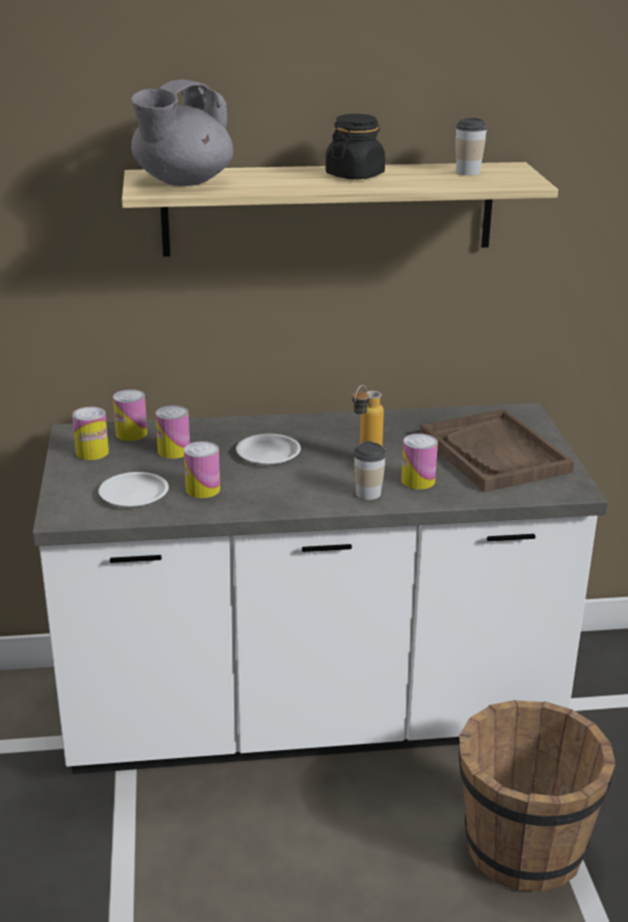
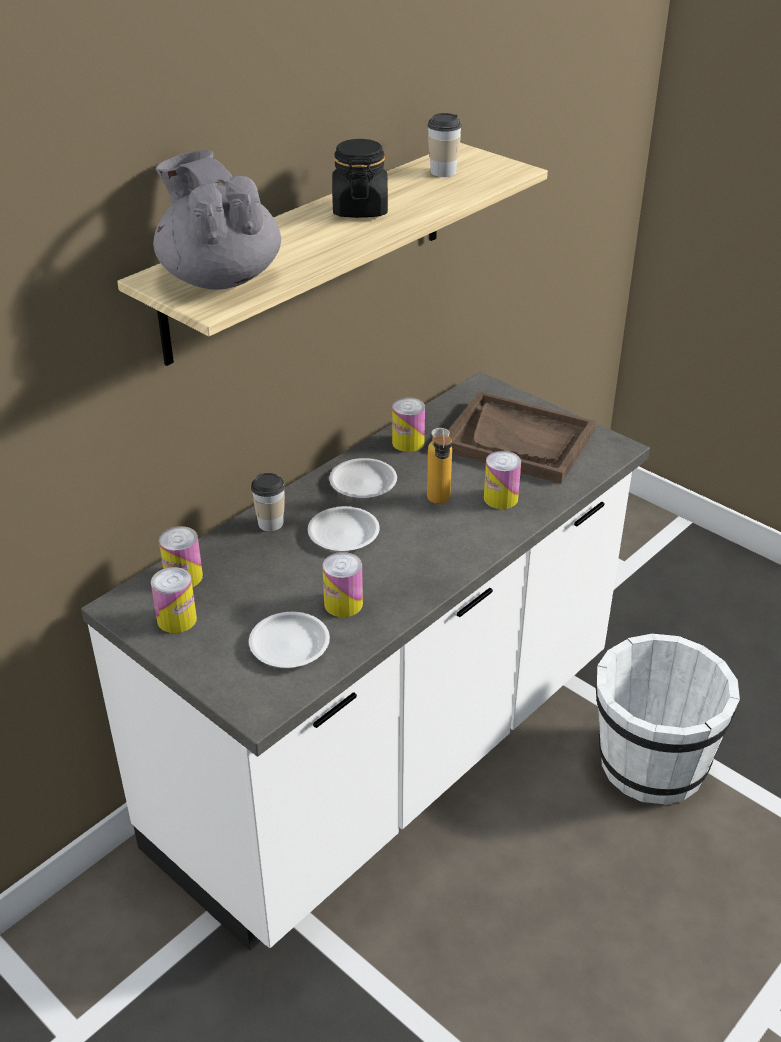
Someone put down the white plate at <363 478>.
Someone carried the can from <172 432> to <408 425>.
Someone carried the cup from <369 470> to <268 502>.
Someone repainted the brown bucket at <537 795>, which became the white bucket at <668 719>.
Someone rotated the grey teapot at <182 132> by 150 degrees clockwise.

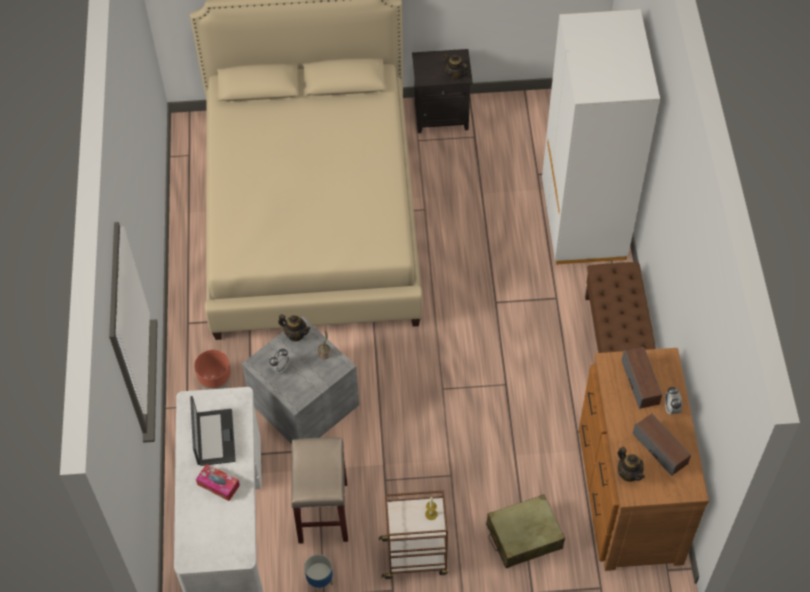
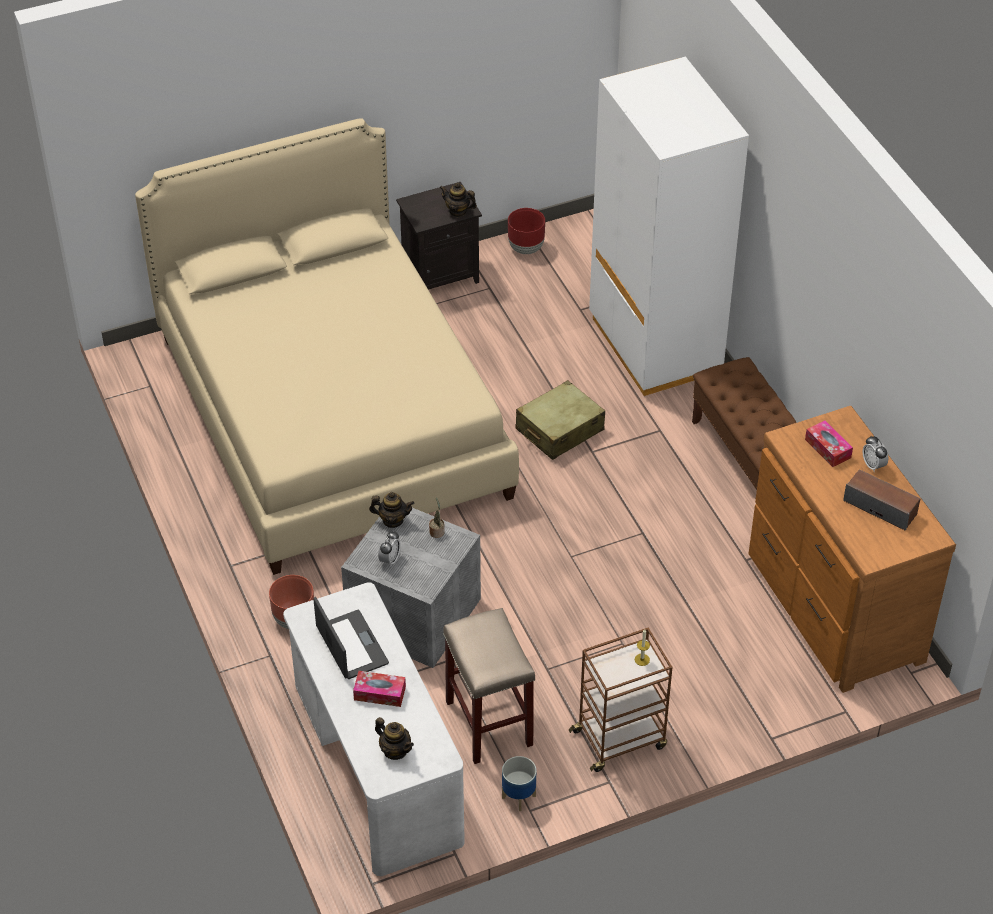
Someone put down the red planter at <526 231>.
Someone carried the beige suitcase from <525 531> to <560 420>.
Someone carried the teapot from <631 464> to <394 738>.
Someone swapped the speaker at <641 378> for the tissue box at <829 443>.

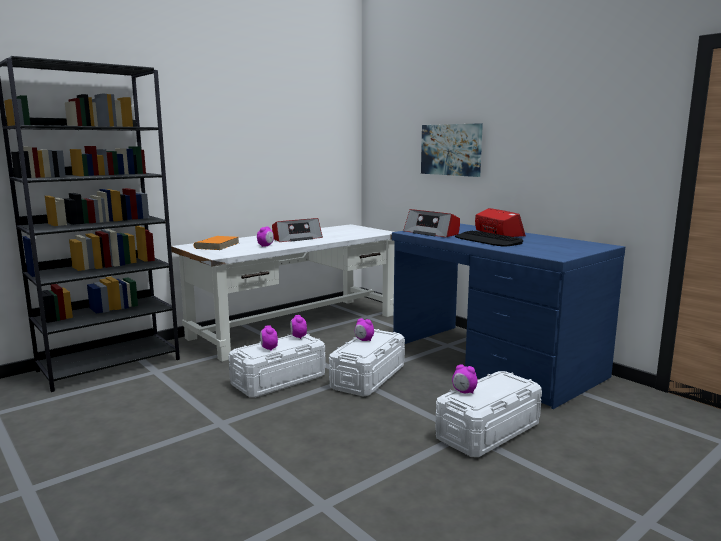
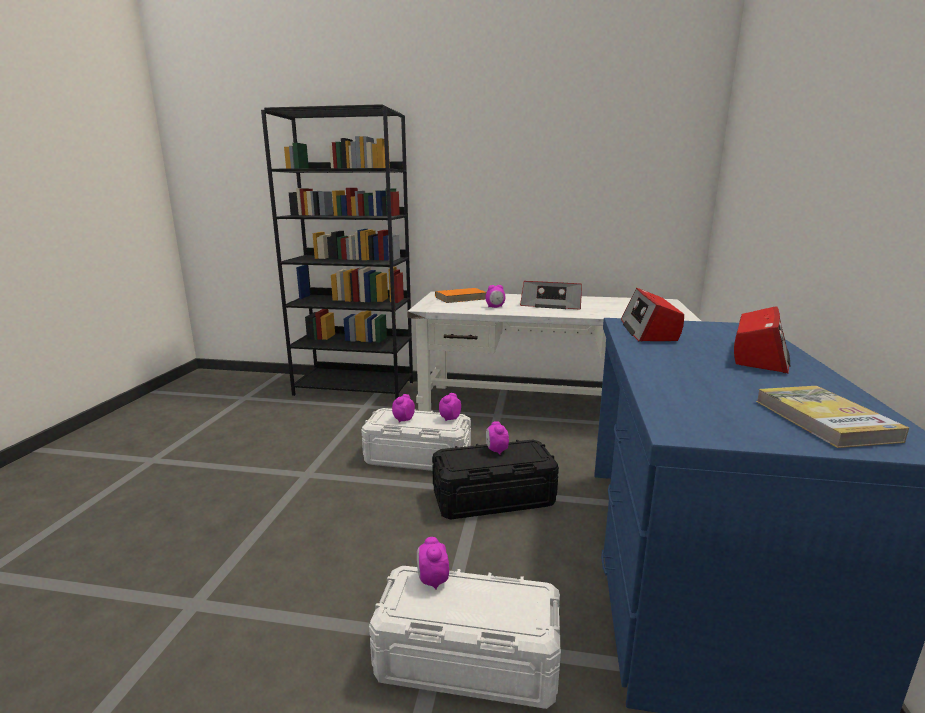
Someone took away the picture at <452 150>.
Someone took away the keyboard at <489 239>.
Someone put down the book at <832 417>.
Someone repainted the white storage box at <367 362>, which became the black storage box at <495 479>.

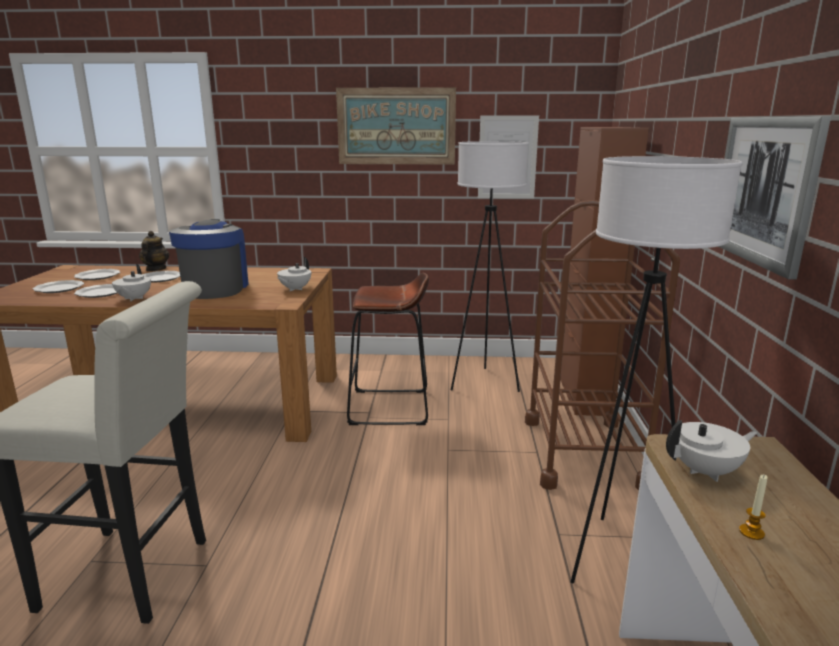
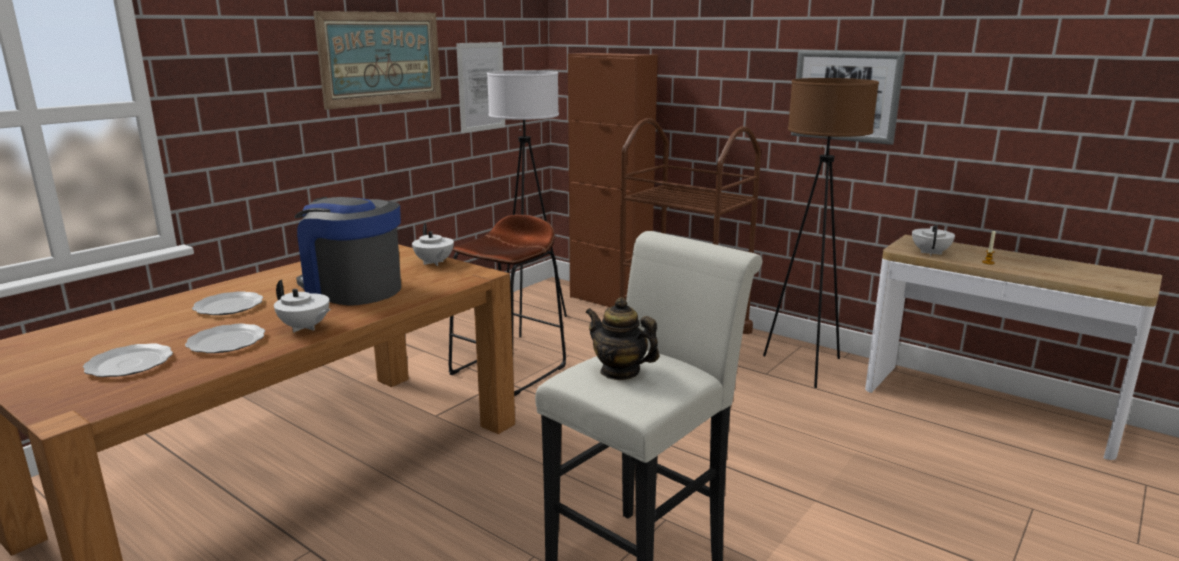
Someone took away the plate at <97 274>.
Someone carried the teapot from <154 251> to <622 338>.
Someone repainted the white floor lamp at <656 370>, which became the brown floor lamp at <821 233>.

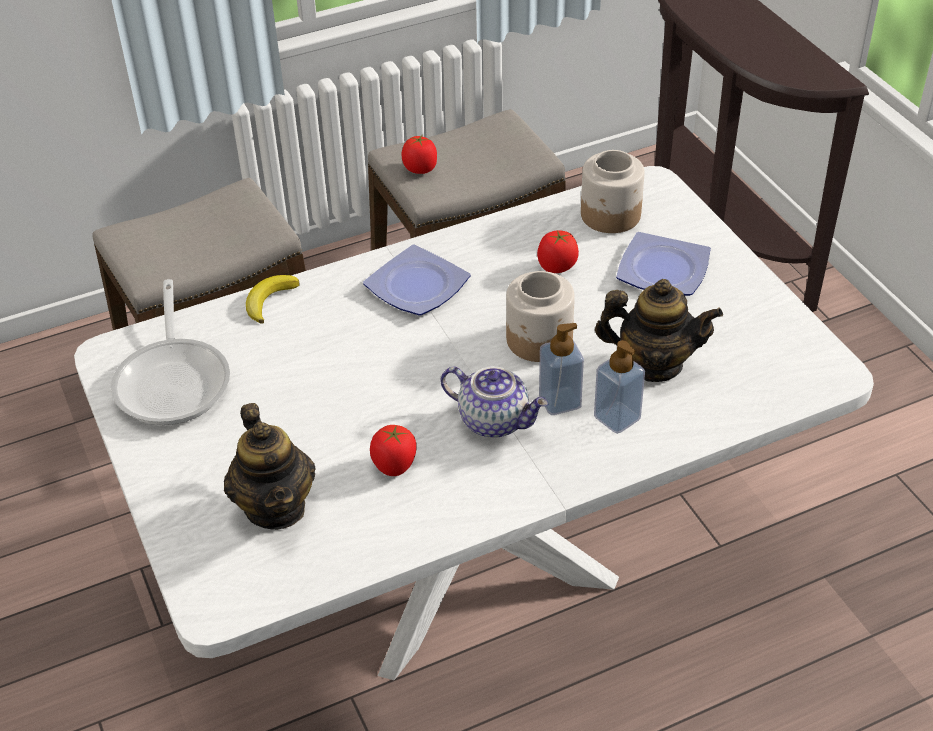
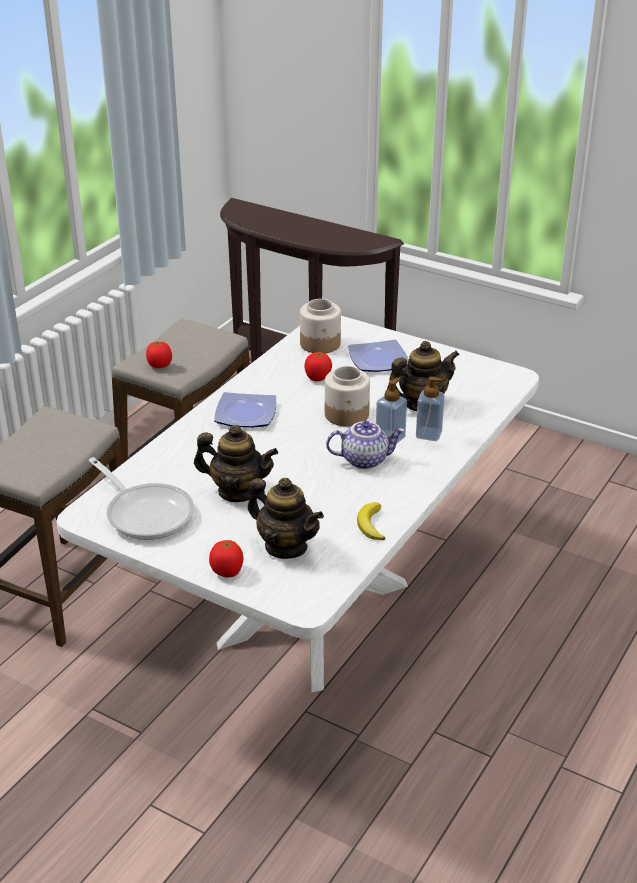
Someone put down the teapot at <236 463>.
Someone carried the banana from <272 299> to <371 521>.
Someone carried the tomato from <393 450> to <226 559>.

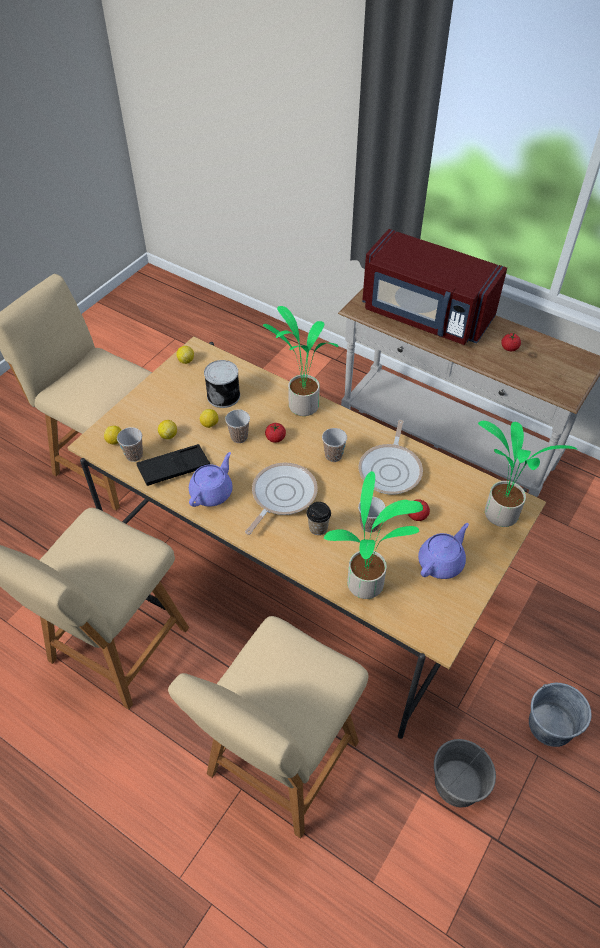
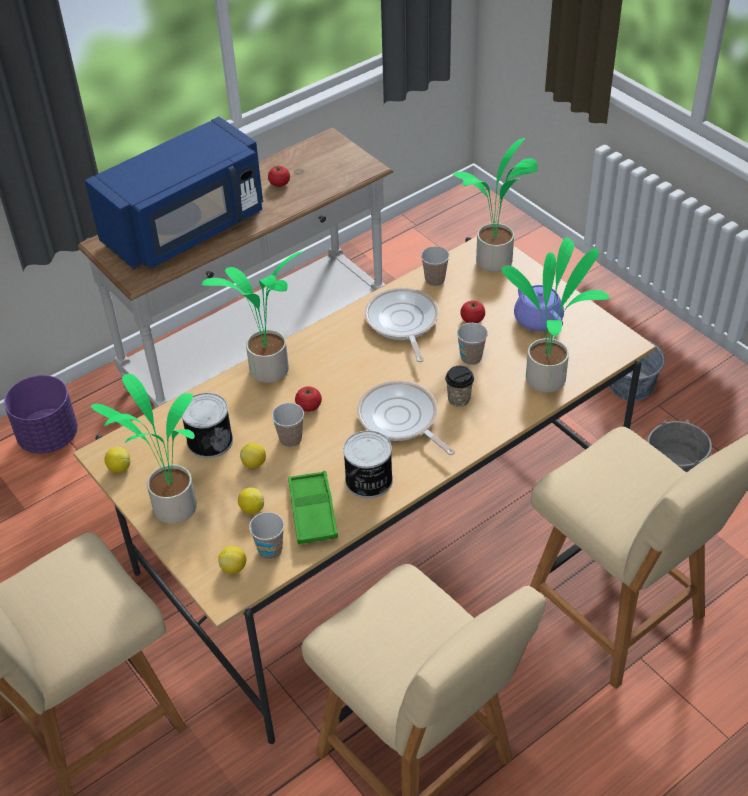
Someone put down the purple planter at <41 414>.
Someone put down the potted plant at <143 449>.
Someone carried the cup from <334 445> to <435 266>.
Someone swapped the purple teapot at <211 479> for the can at <368 464>.
Someone repainted the black tray at <173 465>, which became the green tray at <313 507>.
Someone repainted the red microwave at <434 287>, which became the blue microwave at <174 193>.
Someone rotated the frying pan at <390 457> by 135 degrees counterclockwise.

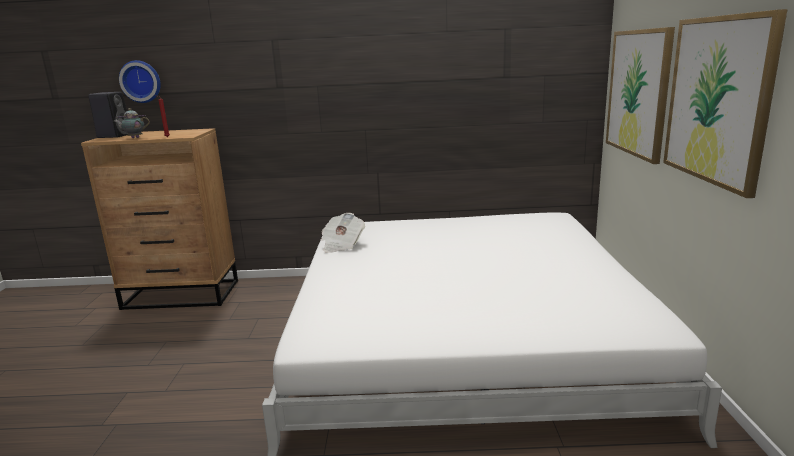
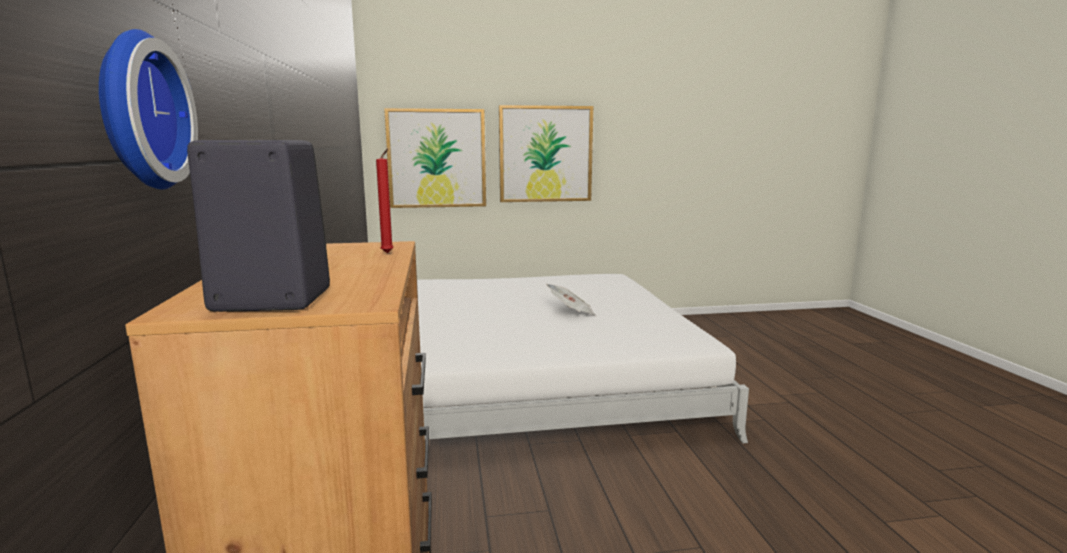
Someone took away the teapot at <131 123>.
Someone carried the newspaper from <343 233> to <571 300>.

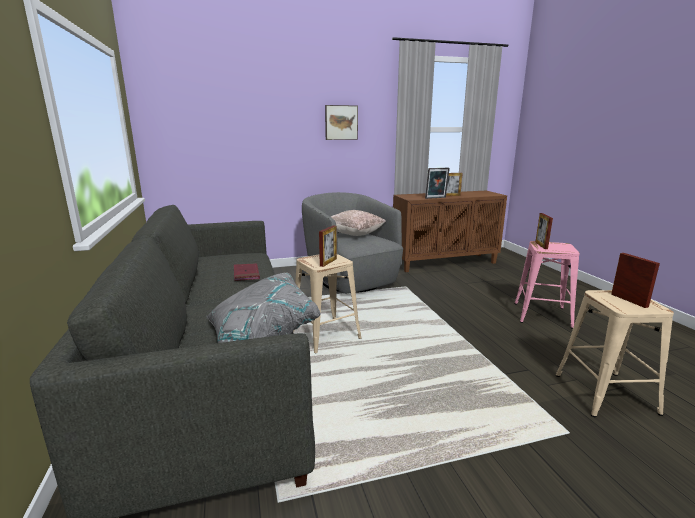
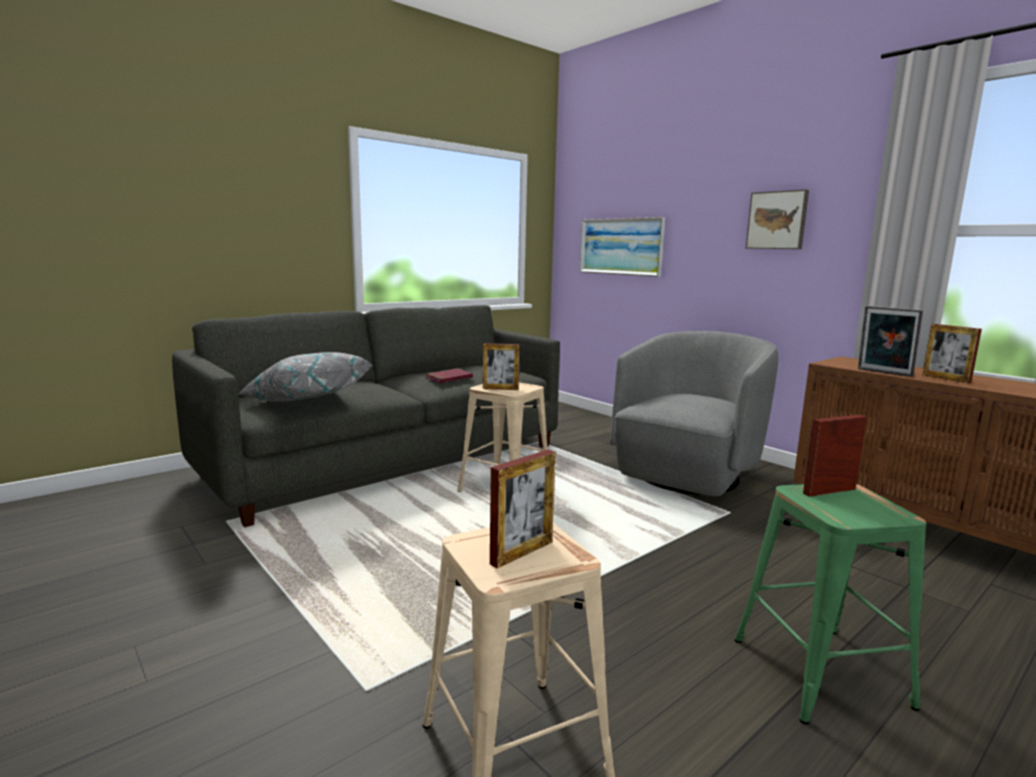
Someone took away the beige pillow at <358 223>.
Someone put up the picture at <622 247>.
Someone repainted the pink stool at <547 285>, which became the green stool at <830 604>.

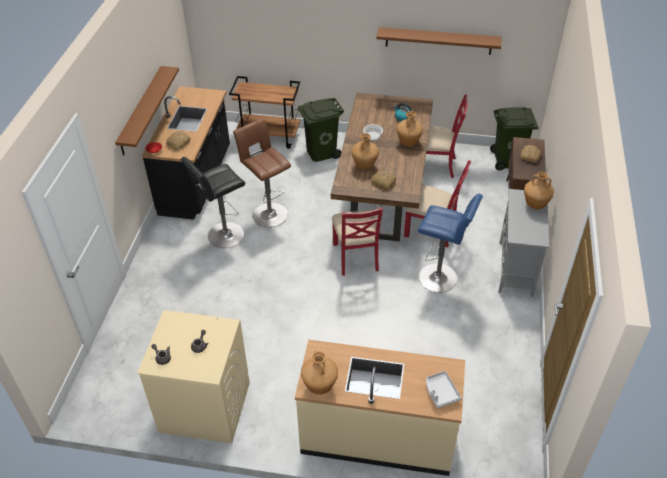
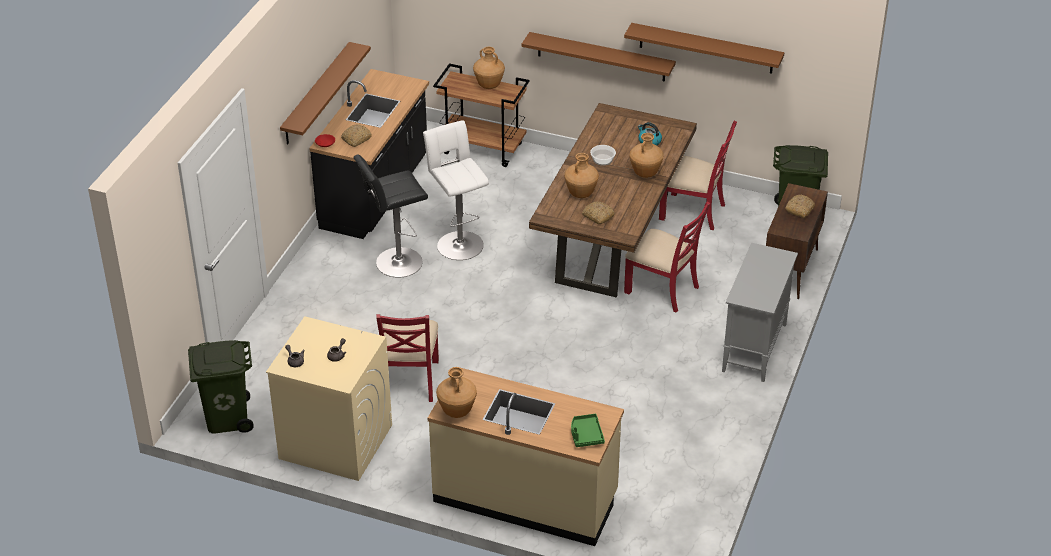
Someone took away the blue stool at <450 243>.
Someone put up the brown shelf at <598 57>.
Someone carried the green trash can from <321 130> to <221 387>.
Someone carried the red chair from <357 241> to <407 358>.
Someone carried the brown vase from <539 190> to <489 68>.
Someone repainted the brown stool at <262 172>, which became the white stool at <456 190>.
Someone repainted the grey tray at <443 389>, which became the green tray at <588 430>.

